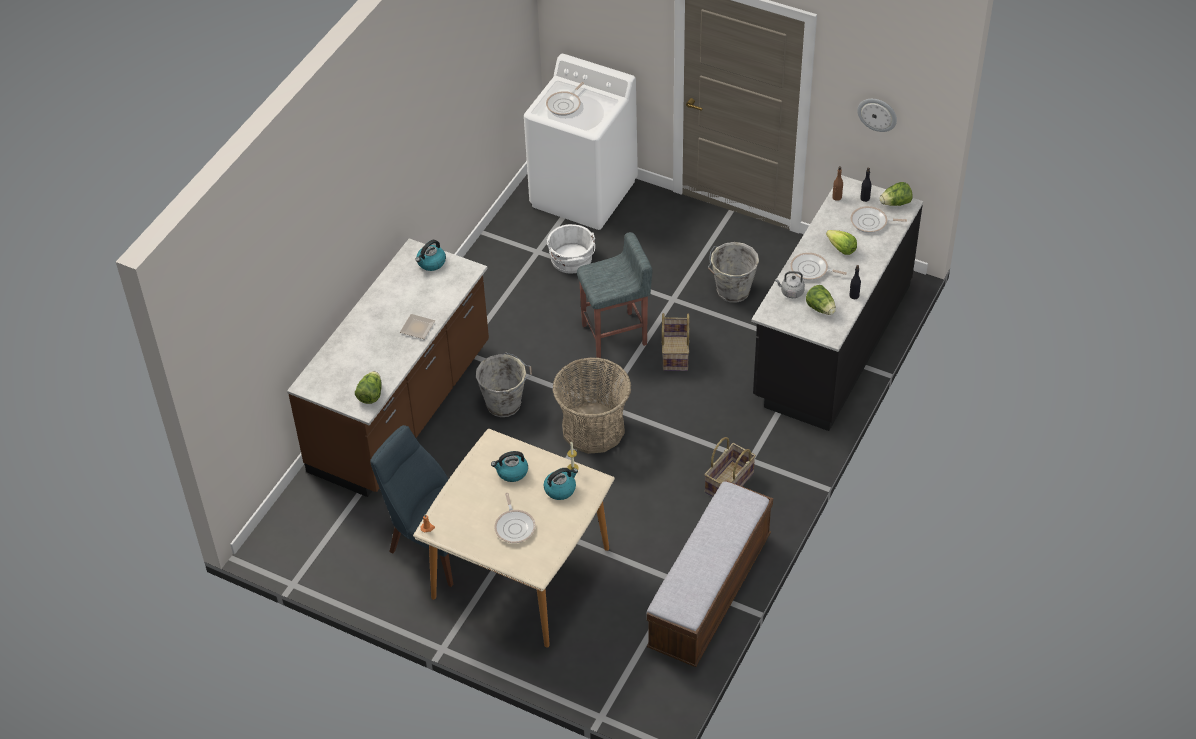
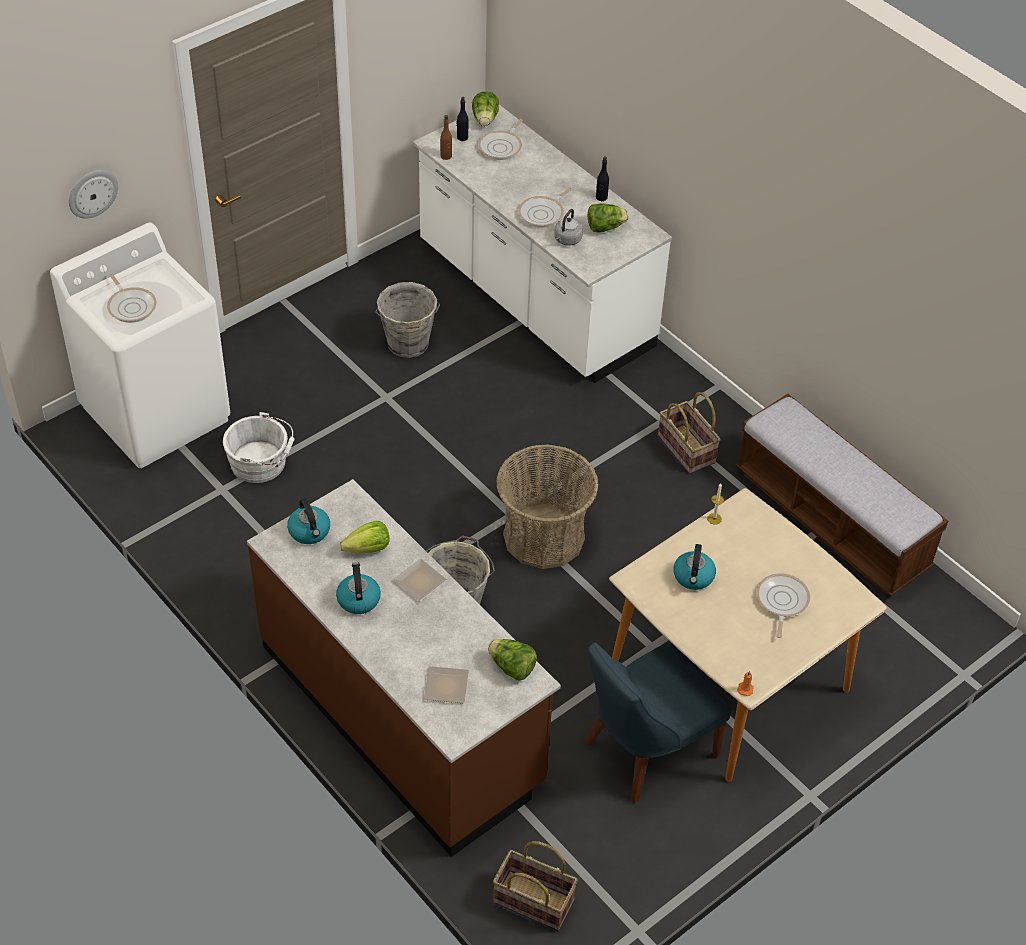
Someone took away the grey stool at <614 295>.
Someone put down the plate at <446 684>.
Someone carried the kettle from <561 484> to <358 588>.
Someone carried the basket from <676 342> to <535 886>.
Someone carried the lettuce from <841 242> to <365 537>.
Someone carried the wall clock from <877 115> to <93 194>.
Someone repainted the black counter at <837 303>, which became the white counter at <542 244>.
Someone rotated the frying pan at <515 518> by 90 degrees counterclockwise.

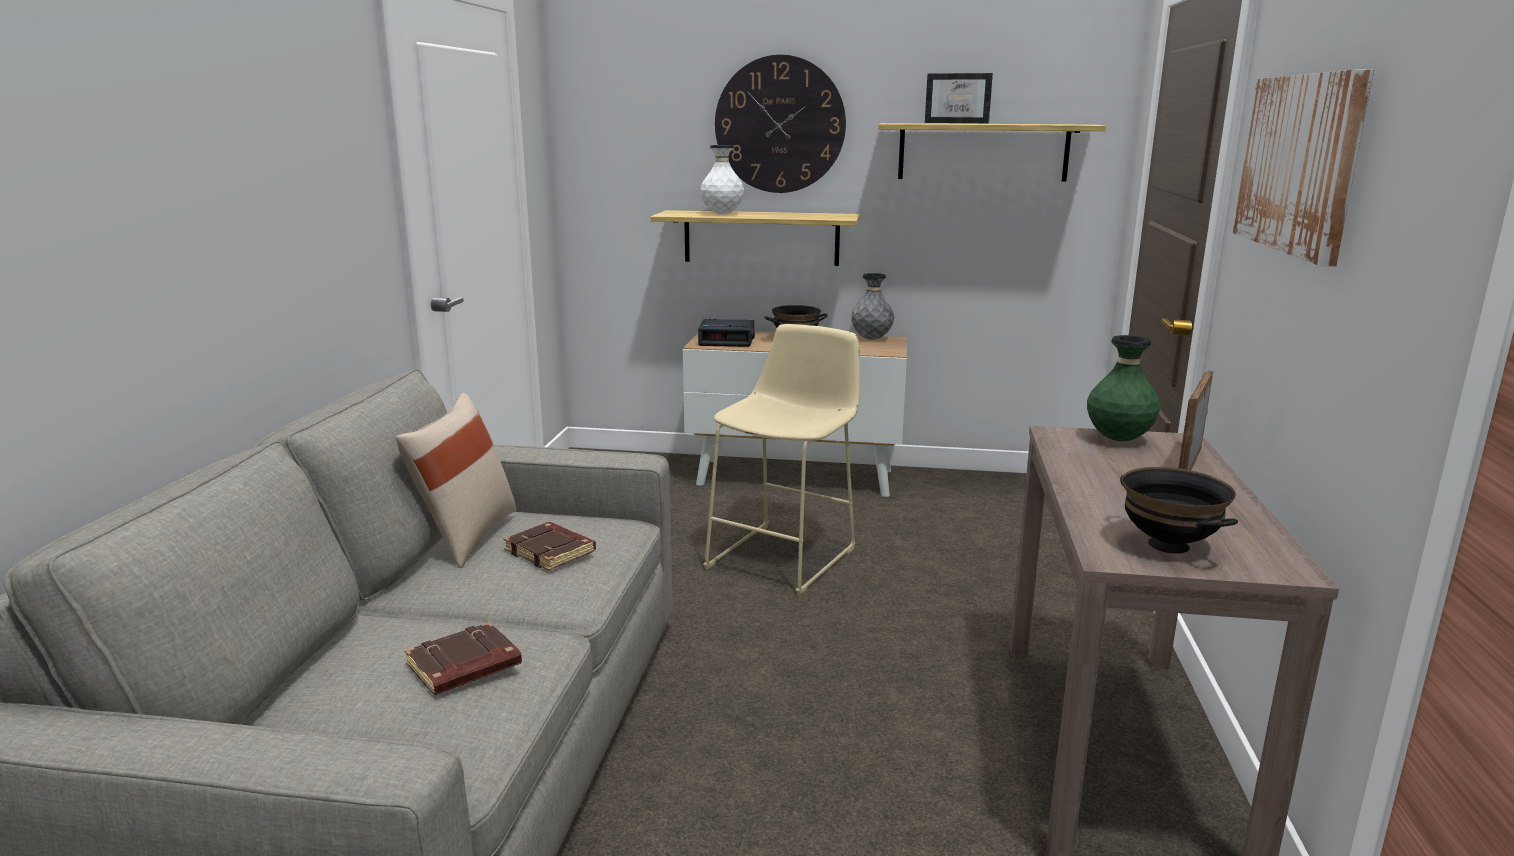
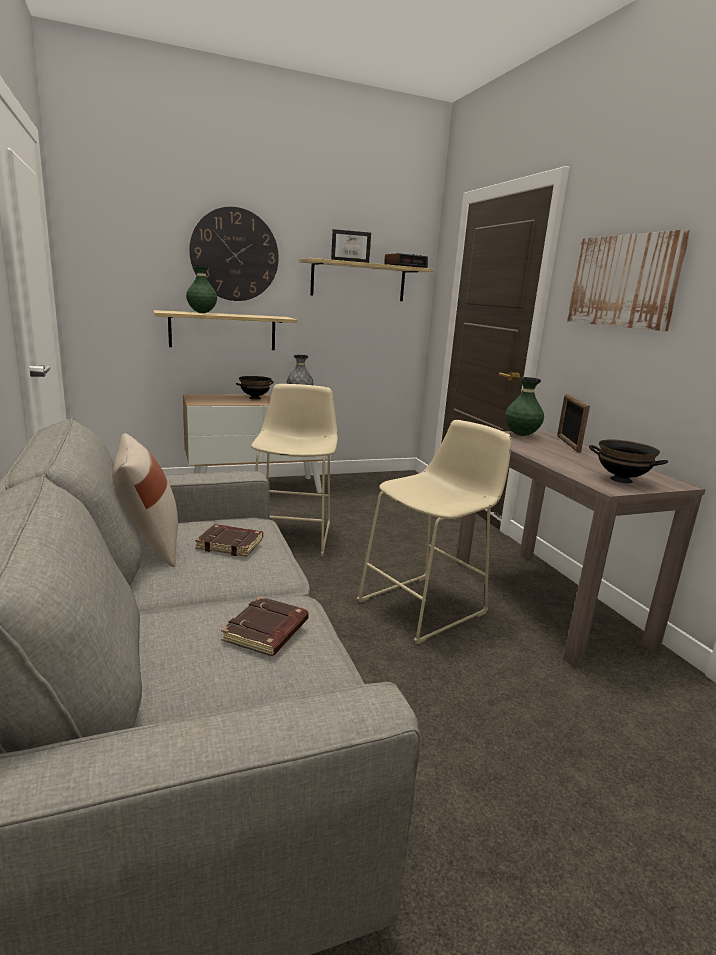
Someone put down the beige stool at <434 532>.
Someone carried the alarm clock from <726 333> to <406 260>.
Someone repainted the white vase at <722 179>, which became the green vase at <201 288>.

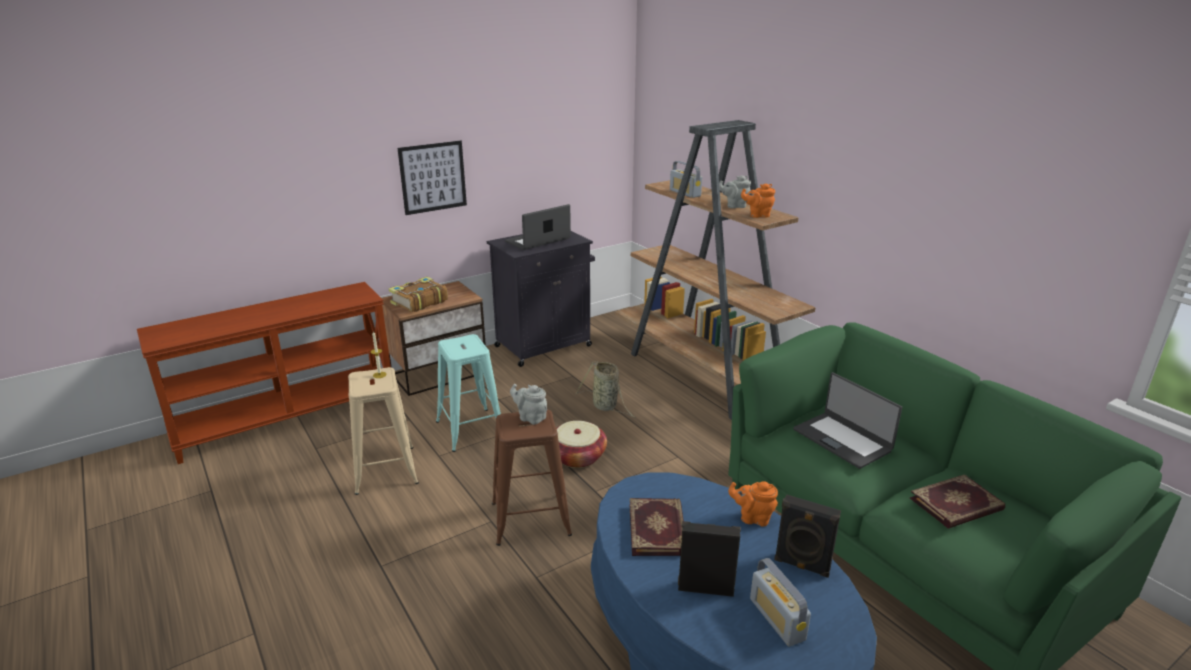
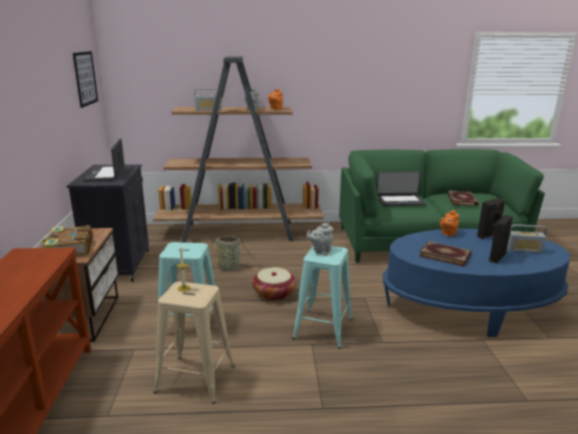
Someone carried the picture from <432 177> to <85 79>.
Someone repainted the brown stool at <532 478>, which became the turquoise stool at <322 297>.

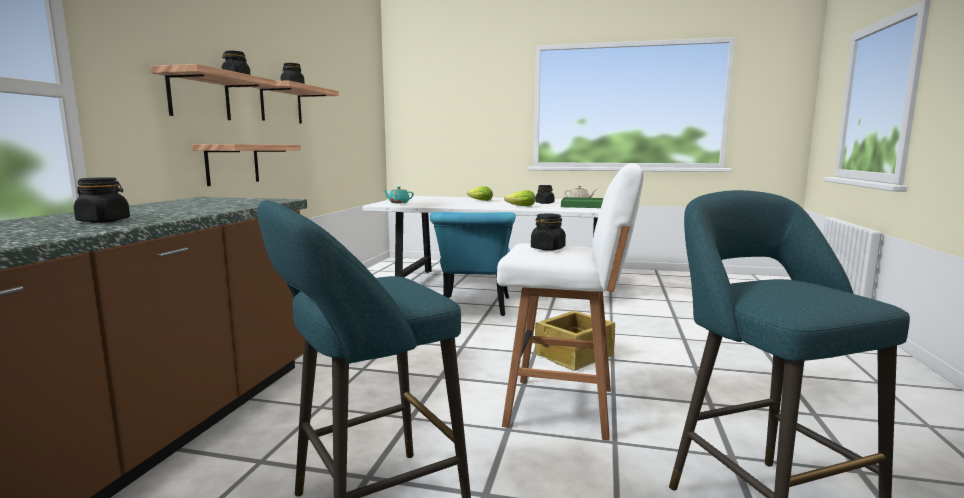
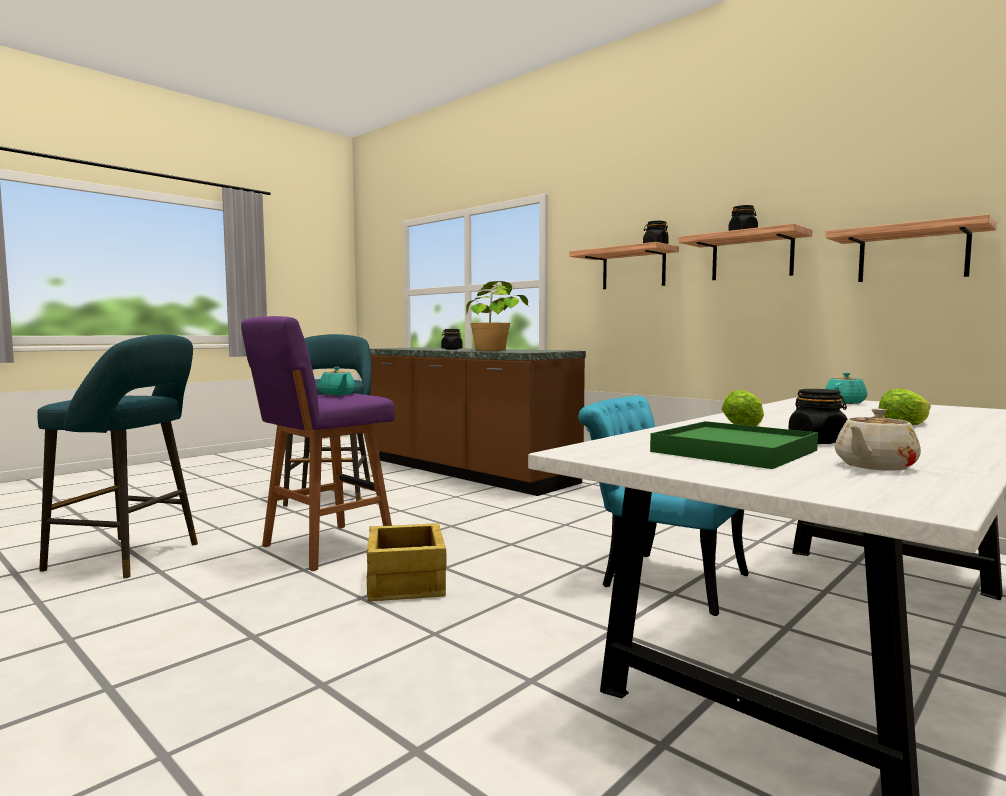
Someone put down the potted plant at <497 316>.
Someone carried the shelf from <246 165> to <911 248>.
Someone swapped the black jar at <548 232> for the turquoise teapot at <337 381>.
Someone repainted the white stool at <570 302>, which became the purple stool at <318 443>.

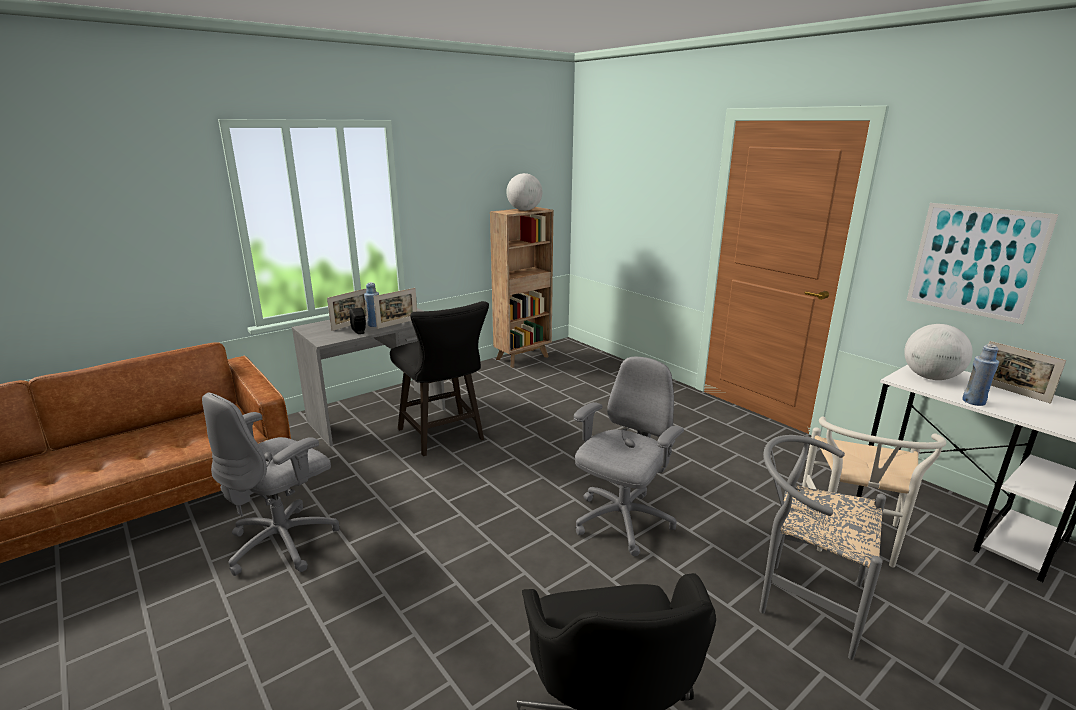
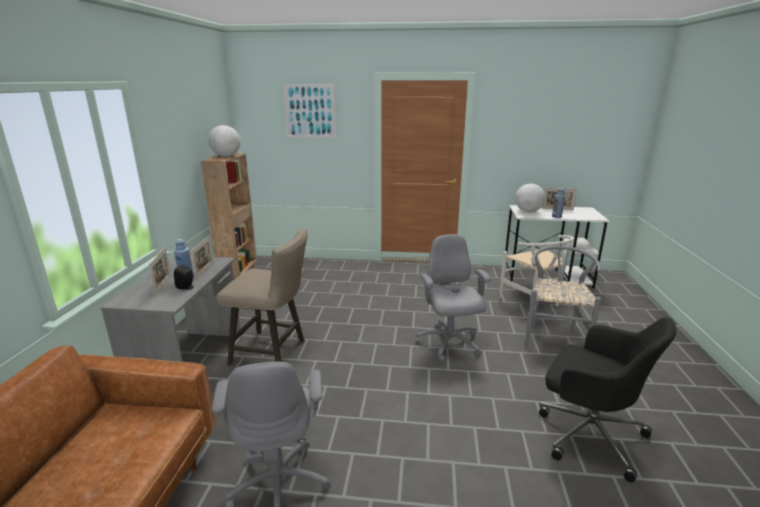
Someone carried the picture from <982 263> to <309 111>.
Someone repainted the black stool at <439 378>, which became the beige stool at <262 297>.
Someone rotated the grey chair at <823 547> by 120 degrees clockwise.

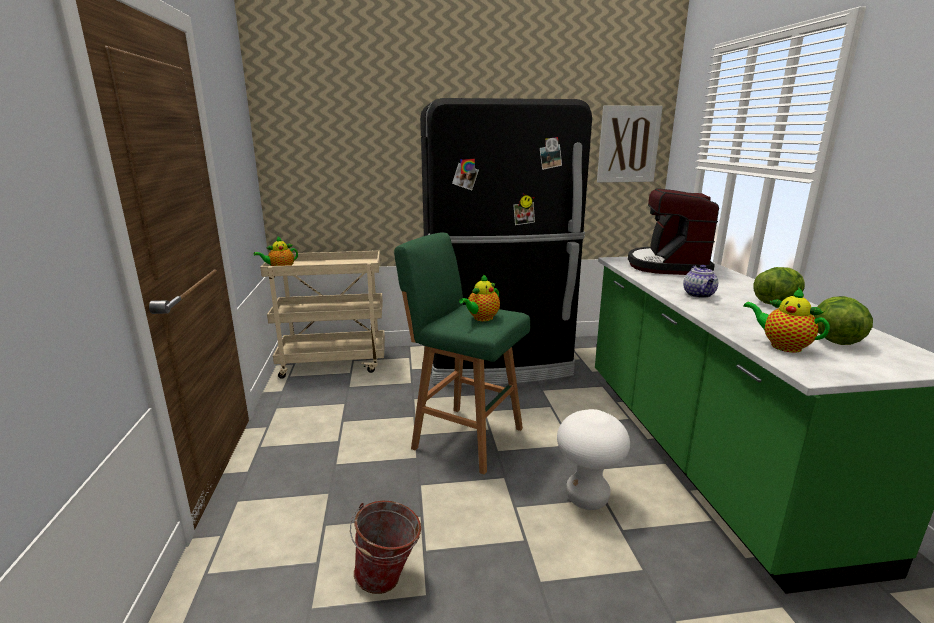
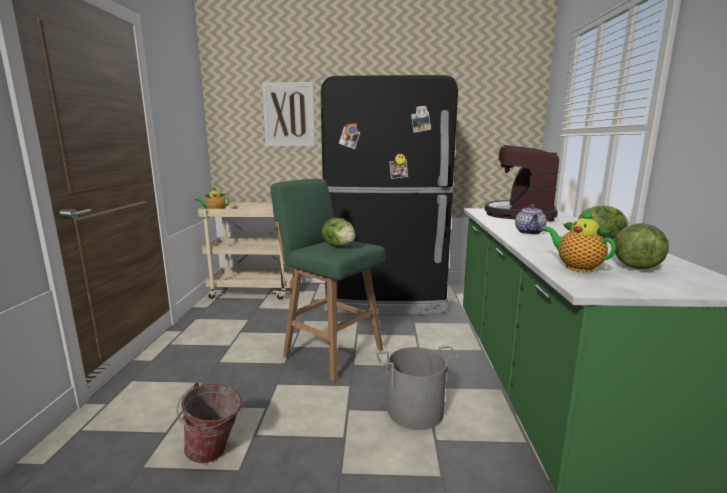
Someone carried the picture from <630 144> to <288 114>.
Someone swapped the teapot at <479 297> for the lettuce at <338 232>.
Someone swapped the white stool at <593 459> for the grey bucket at <417 388>.

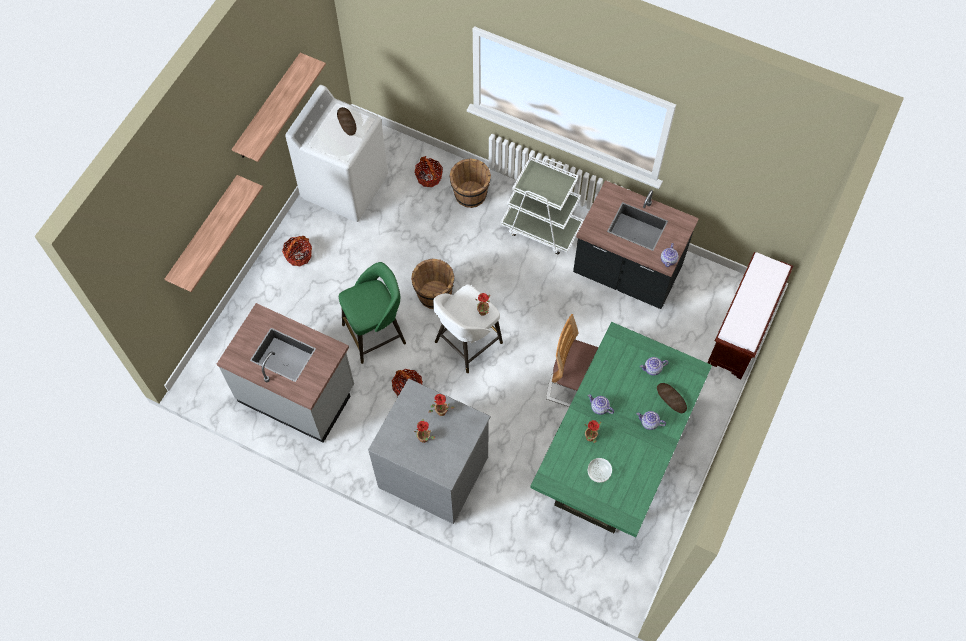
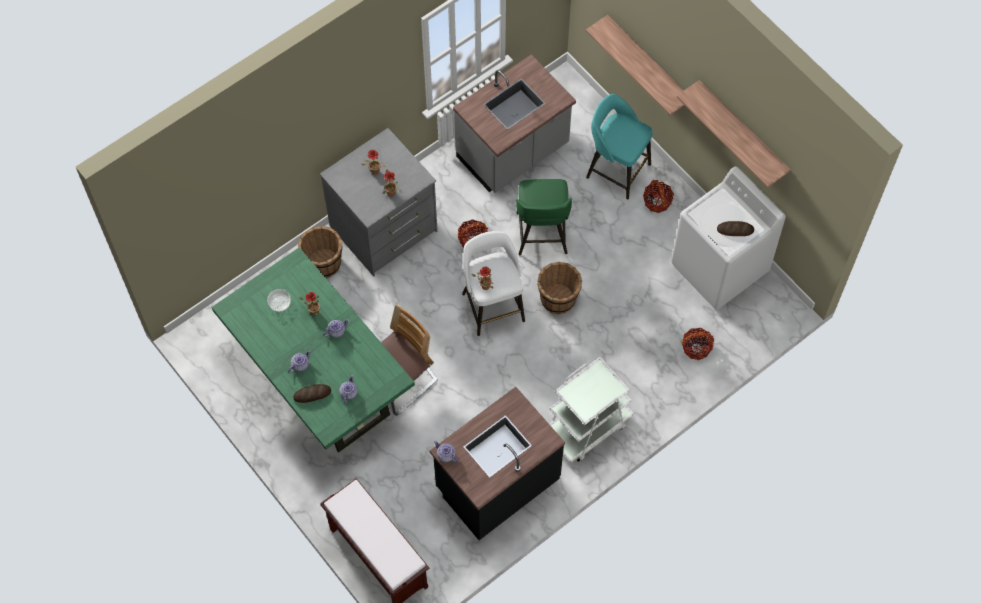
Someone put down the turquoise stool at <619 146>.
Someone carried the brown bucket from <470 183> to <320 252>.

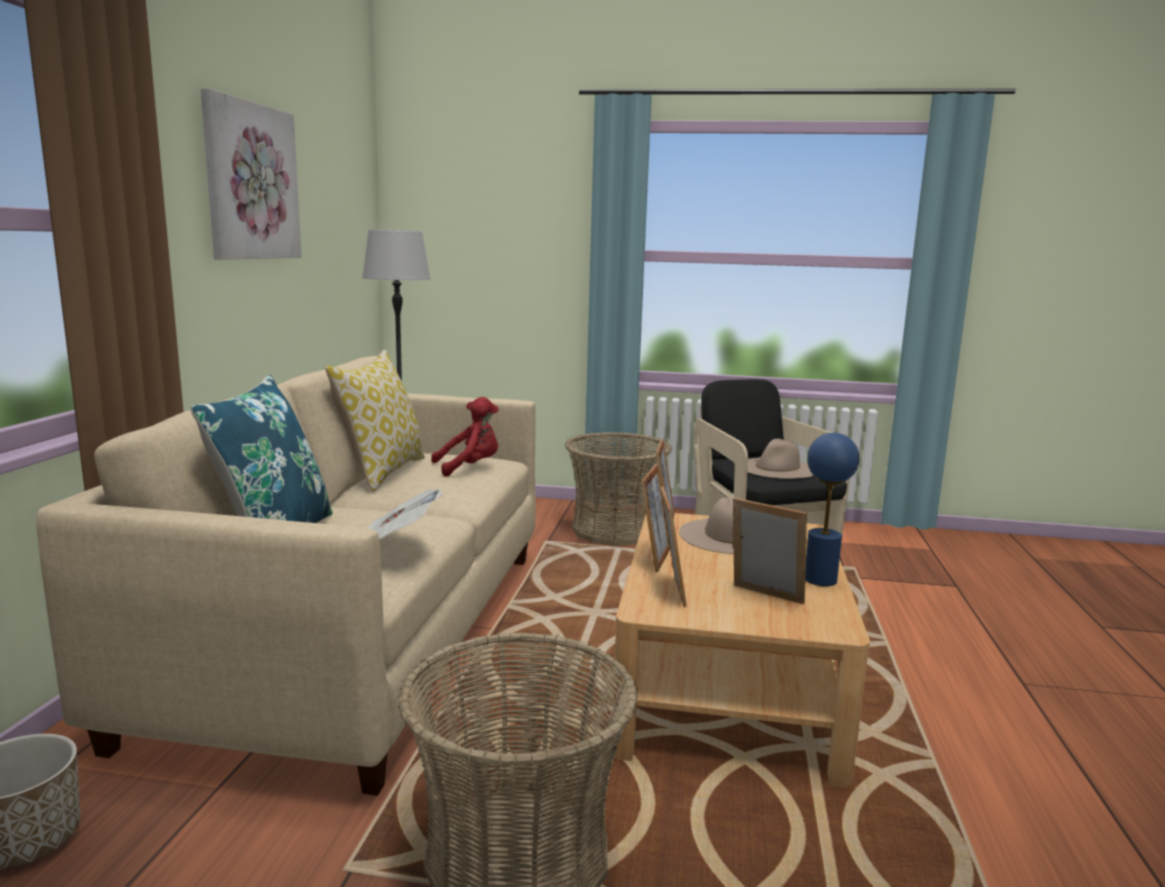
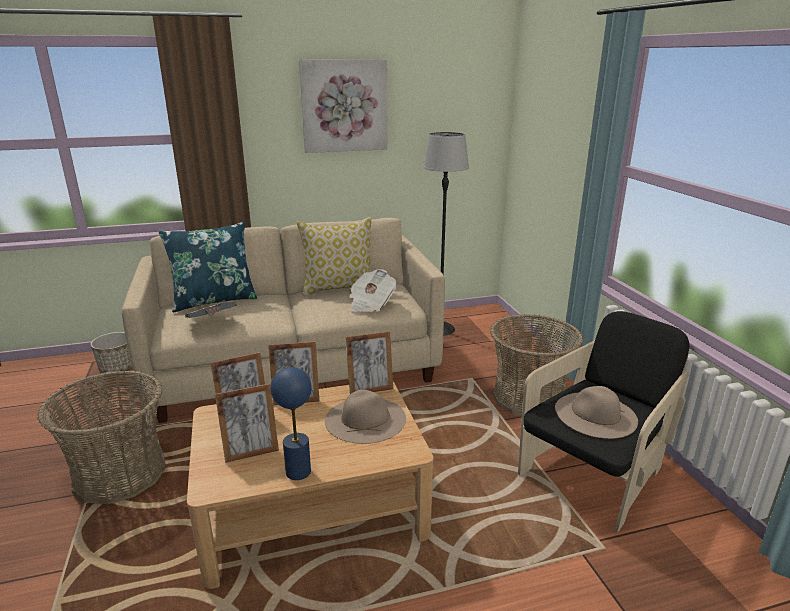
Someone swapped the red plush toy at <465 437> for the newspaper at <373 290>.
Someone rotated the picture frame at <770 551> by 60 degrees clockwise.

